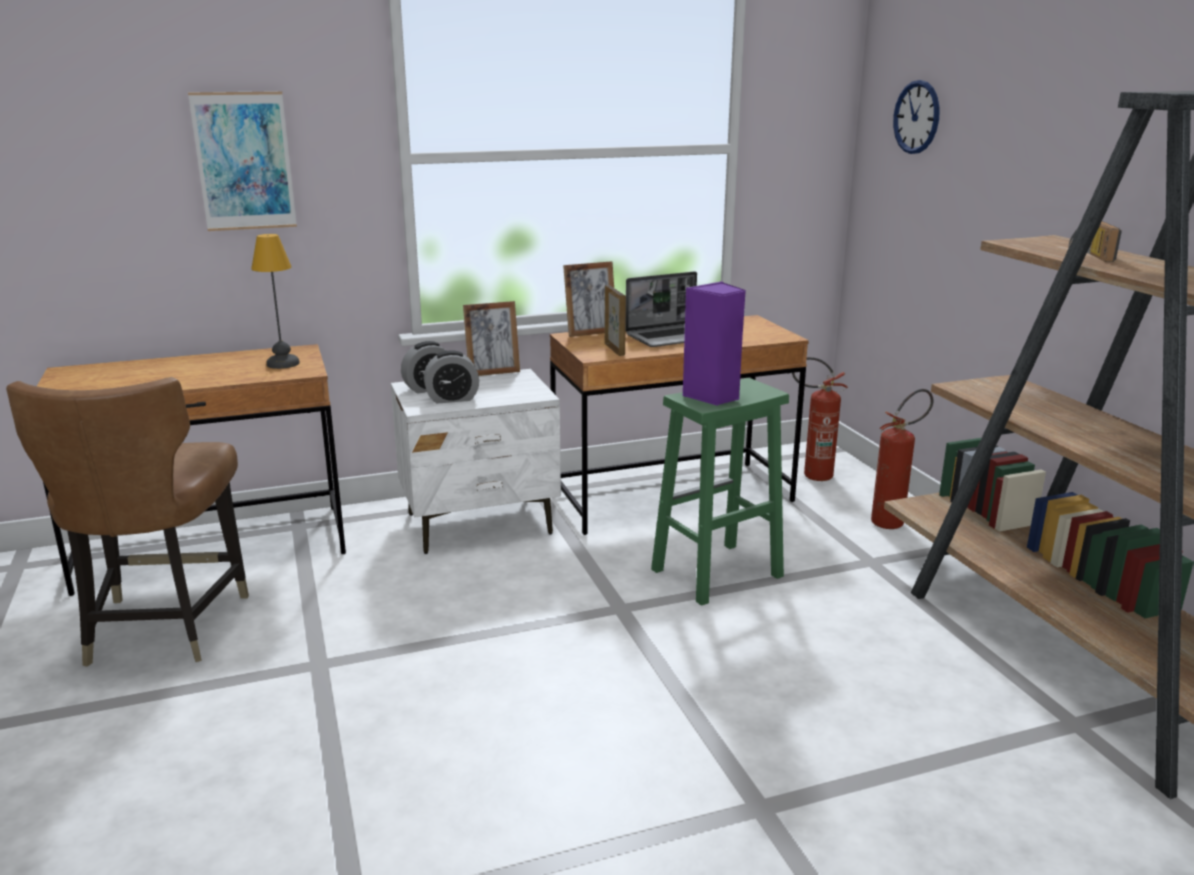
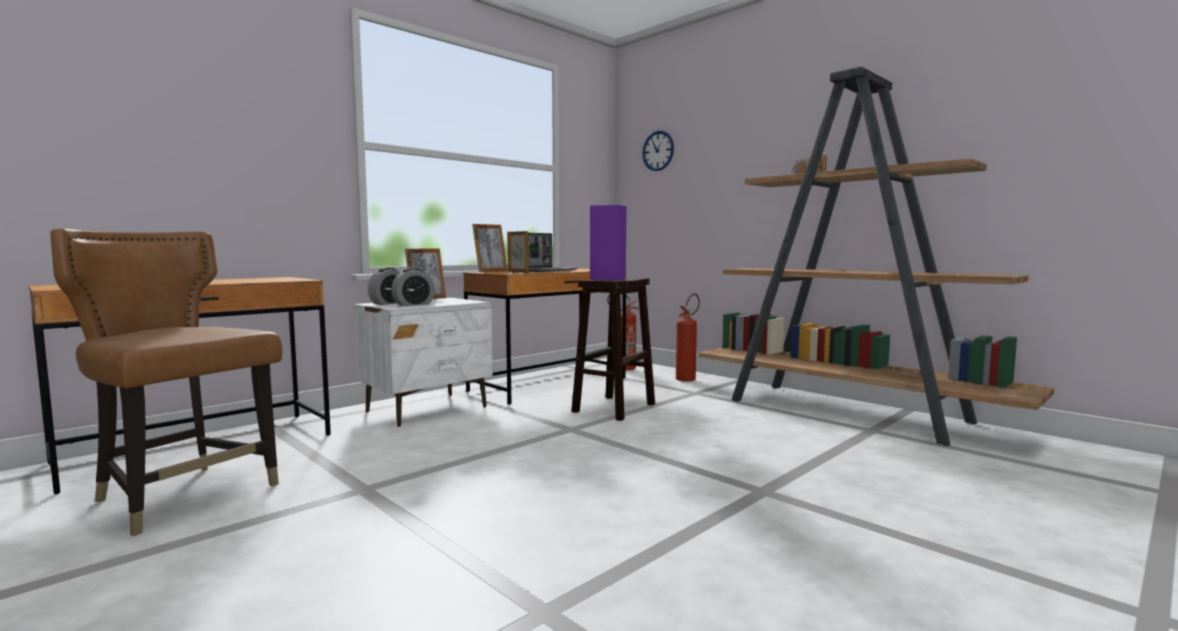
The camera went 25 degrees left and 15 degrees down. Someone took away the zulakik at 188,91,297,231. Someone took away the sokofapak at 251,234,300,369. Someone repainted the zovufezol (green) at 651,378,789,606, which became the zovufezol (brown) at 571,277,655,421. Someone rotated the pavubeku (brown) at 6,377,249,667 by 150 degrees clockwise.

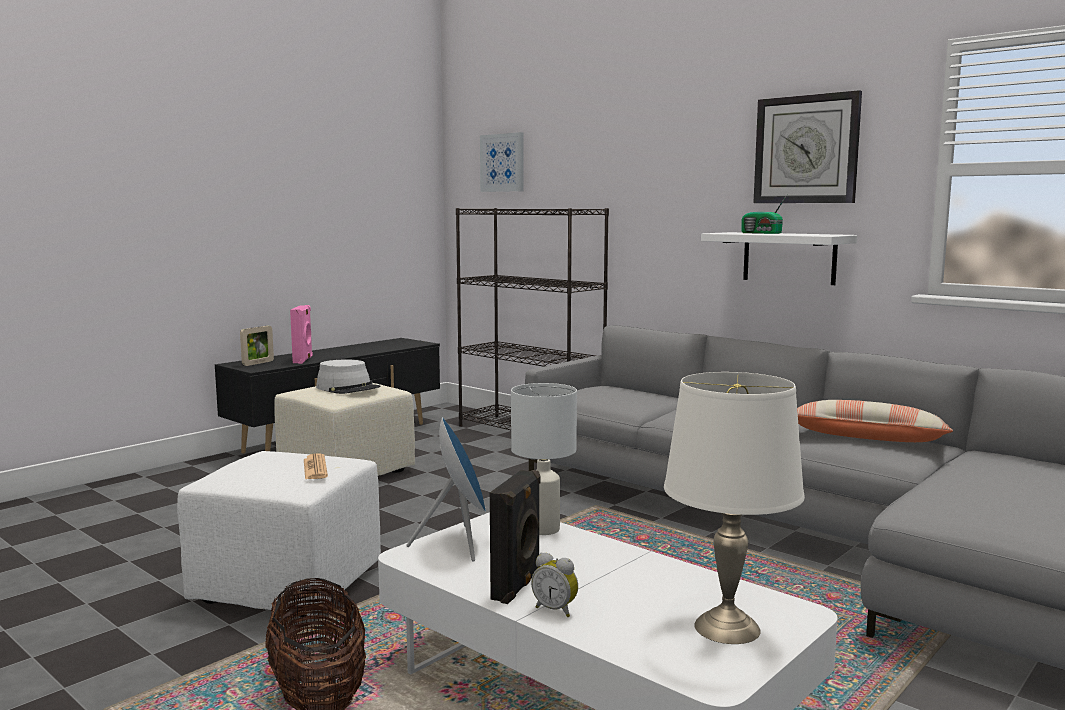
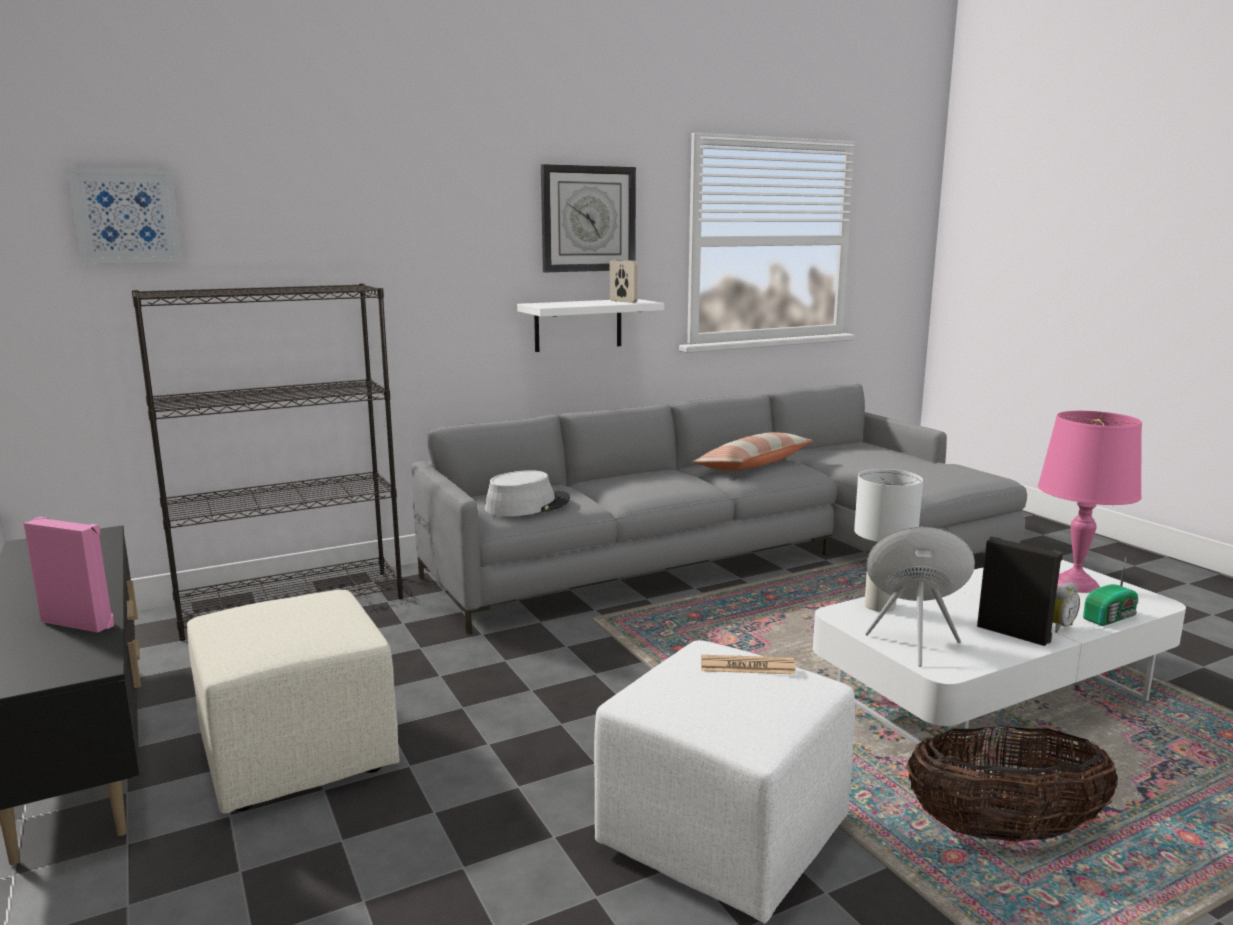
The camera went 70 degrees left and 5 degrees up. Someone carried the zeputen from 240,326,274,366 to 610,260,638,303. Someone carried the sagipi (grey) from 316,360,381,394 to 485,470,570,516. Someone carried the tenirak from 741,195,787,234 to 1083,558,1139,626. Someone repainted the sokofapak (white) at 664,372,805,644, which became the sokofapak (pink) at 1038,411,1142,593.

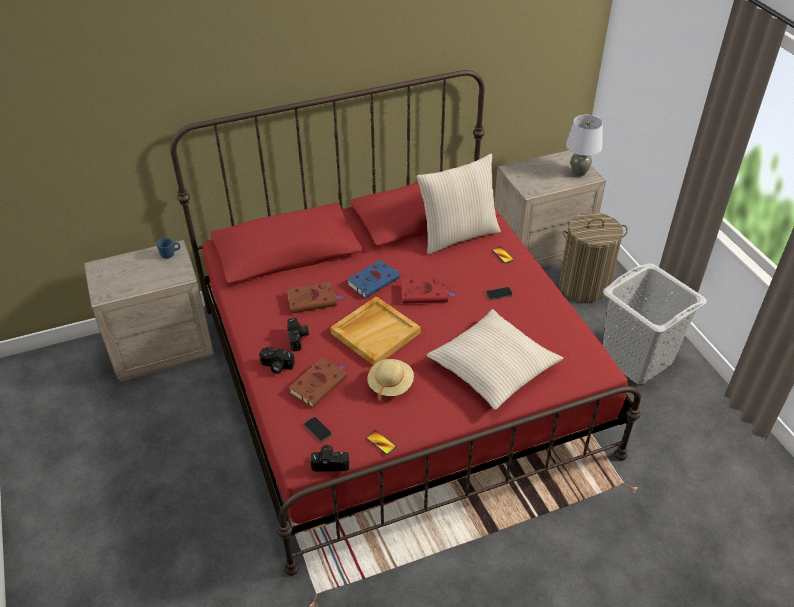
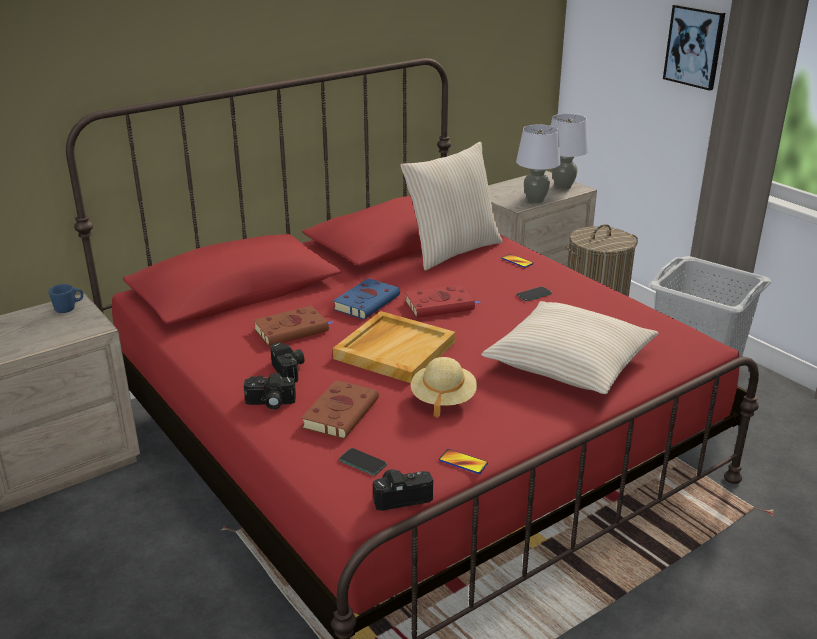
The camera went 15 degrees left and 15 degrees down. Someone put down the sokofapak (grey) at 516,124,561,203. Someone put up the zulakik at 663,4,725,91.

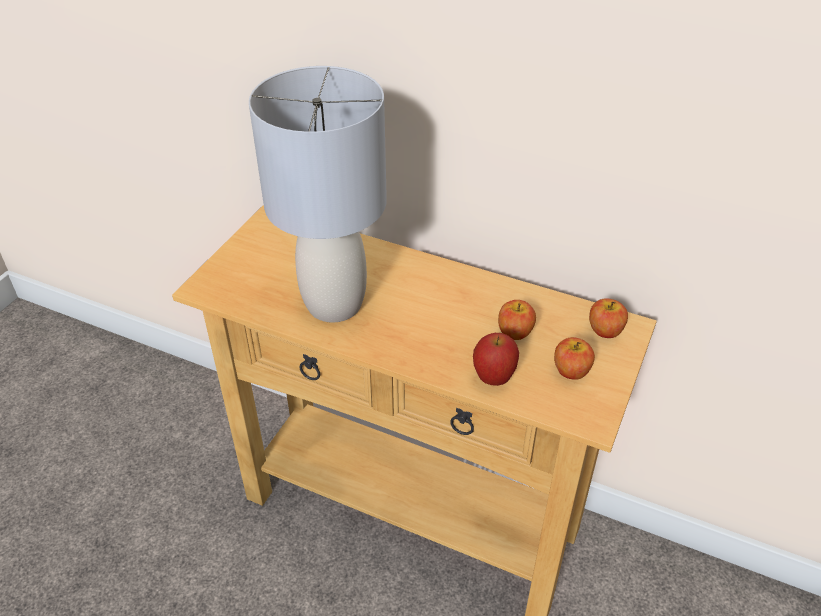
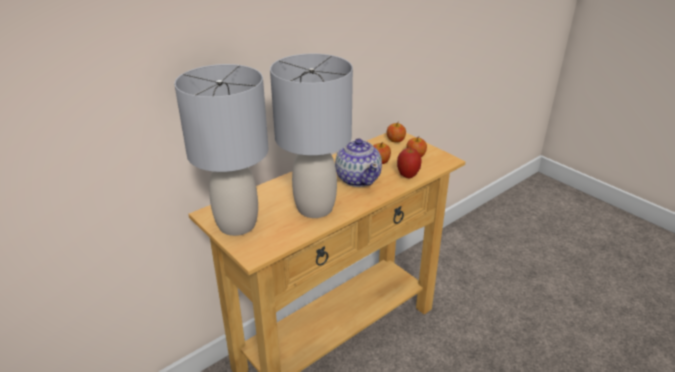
The camera went 65 degrees left and 10 degrees down. Someone put down the sokofapak (grey) at 174,64,269,236. Someone put down the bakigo at 335,138,382,187.

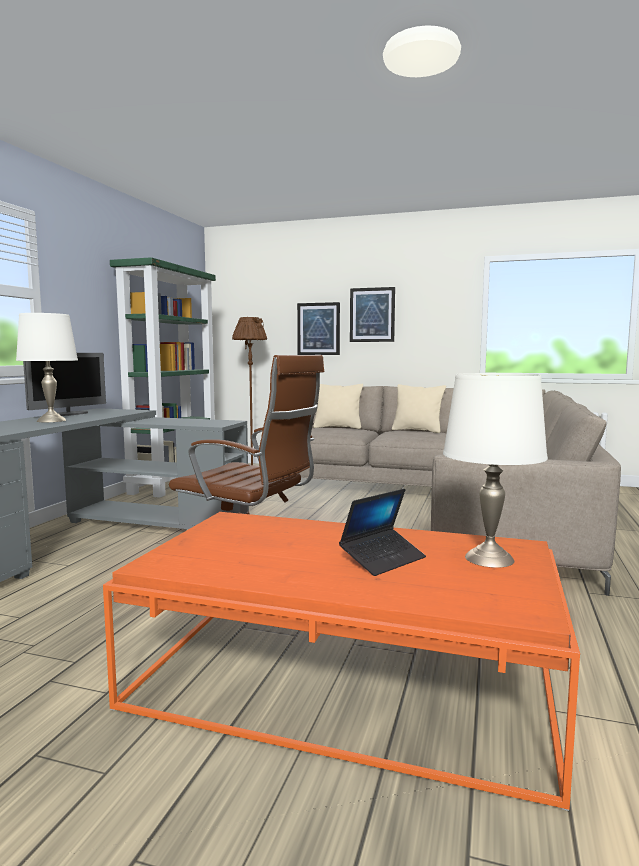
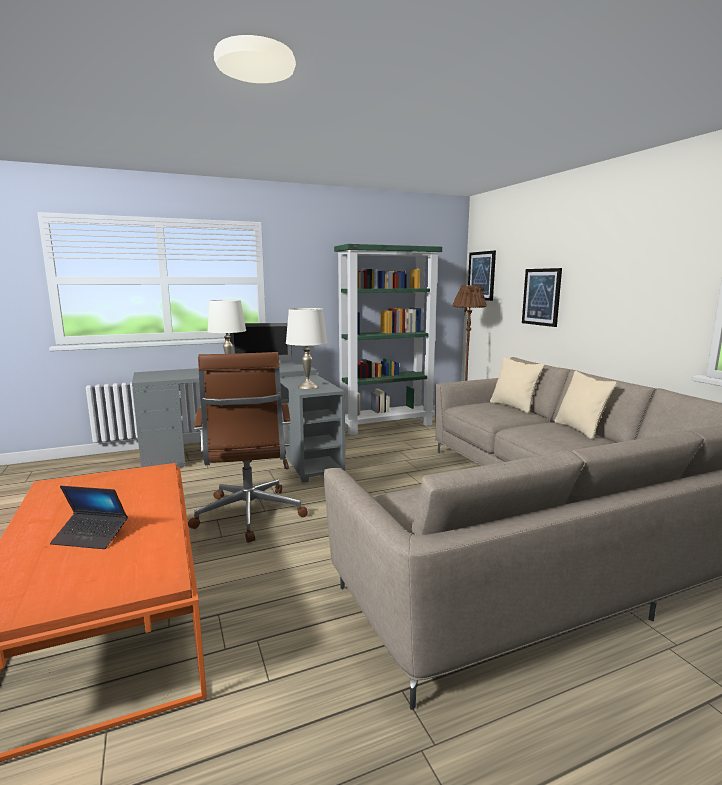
The camera went 50 degrees right and 5 degrees up. Someone carried the zulakik from 350,287,395,342 to 468,251,496,301. Someone carried the sokofapak (white) from 443,373,548,568 to 286,308,328,389.

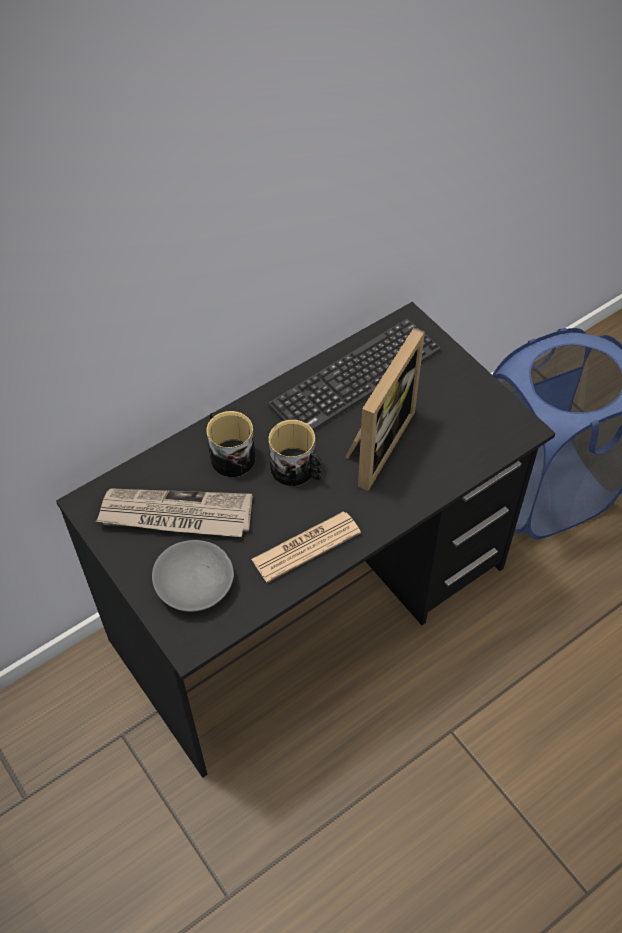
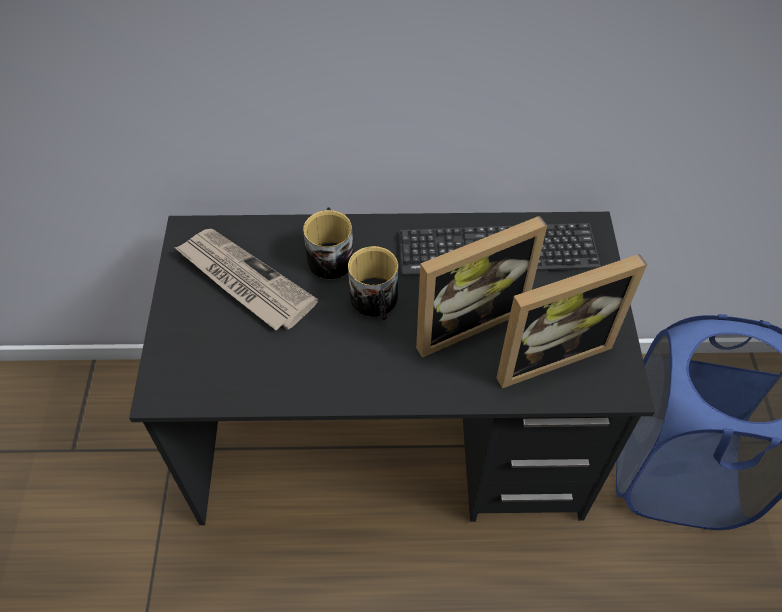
The camera went 35 degrees right and 0 degrees up. Someone took away the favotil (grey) at 152,540,234,612. Someone took away the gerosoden at 251,511,361,583. Someone put down the zeputen at 497,254,647,388.

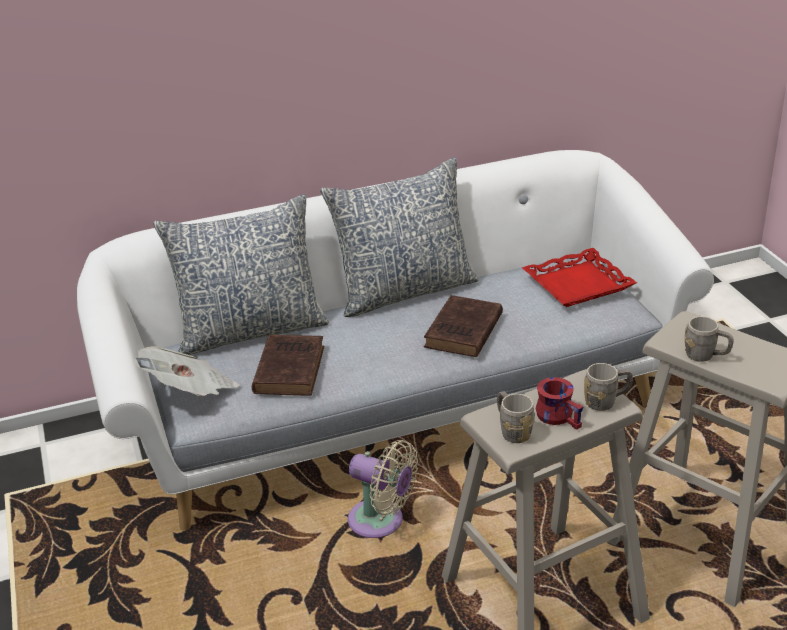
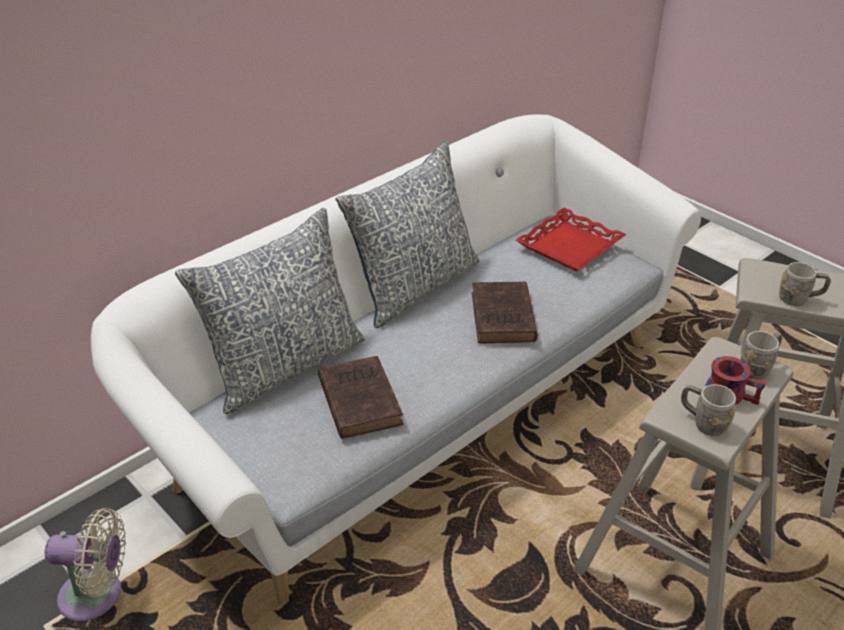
The camera went 25 degrees left and 5 degrees up. Someone took away the gerosoden at 135,346,239,396. Someone carried the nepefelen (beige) from 348,440,418,538 to 45,508,126,621.

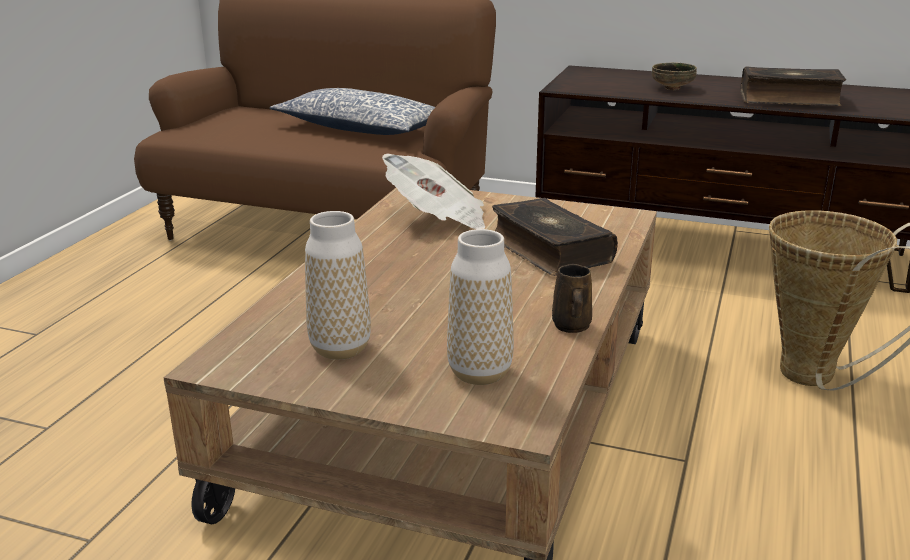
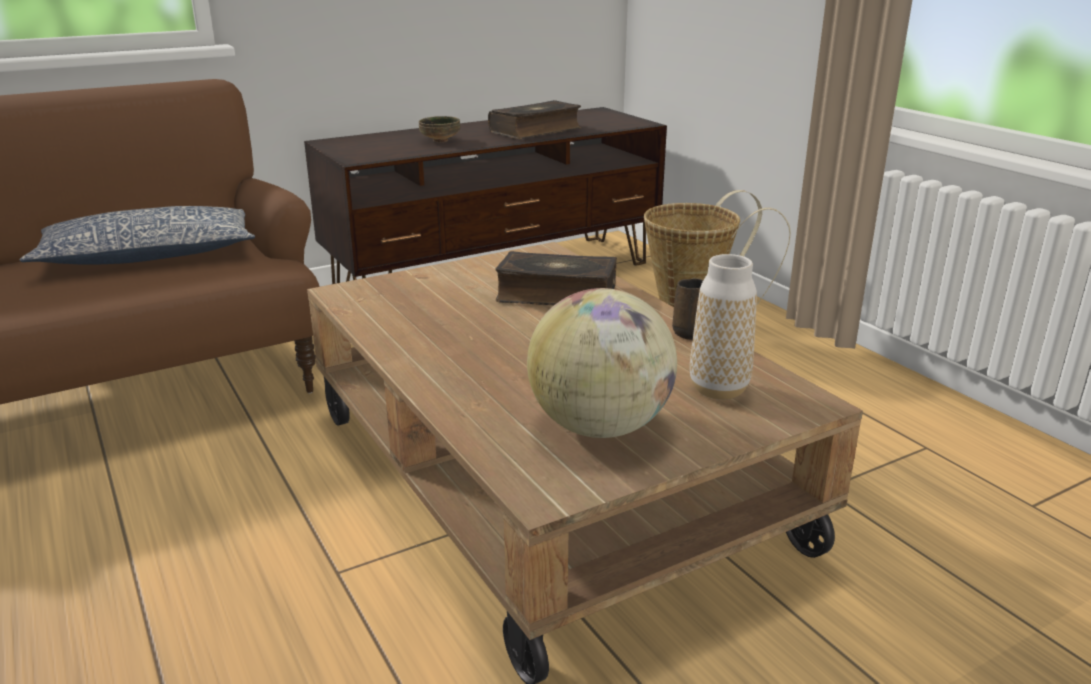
The camera went 50 degrees left and 0 degrees up. Someone took away the gerosoden at 382,154,485,229. Someone swapped the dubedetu at 305,211,371,360 for the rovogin at 527,288,677,438.

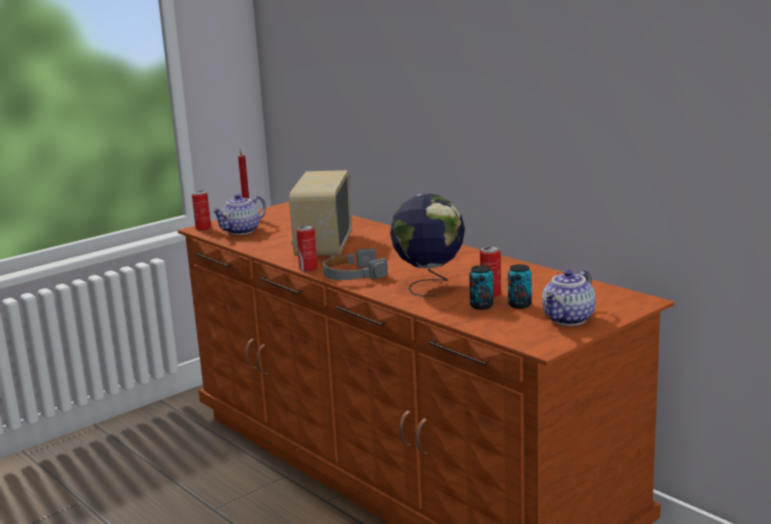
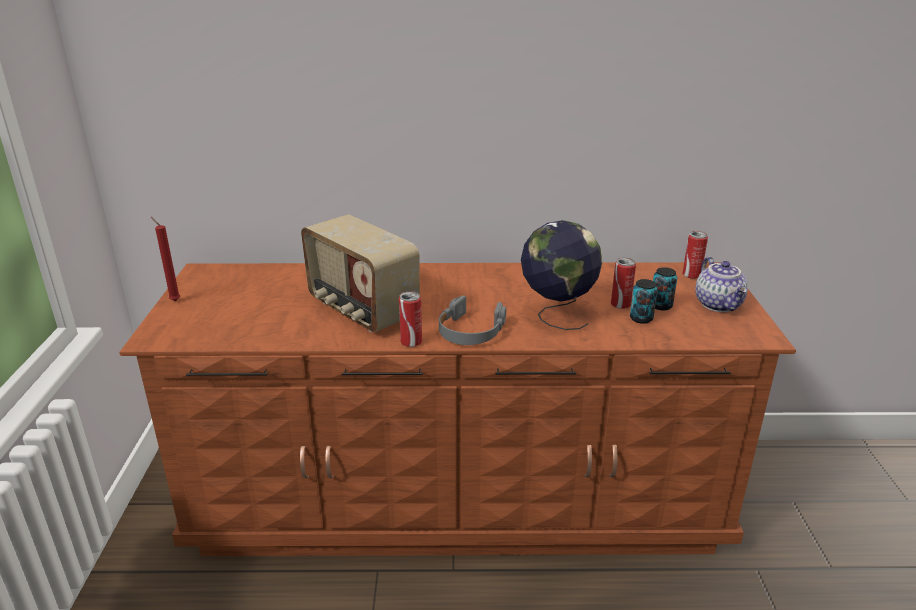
The camera went 50 degrees left and 10 degrees up. Someone took away the bakigo at 212,194,266,235. Someone carried the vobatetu from 192,191,211,231 to 682,231,708,279.

